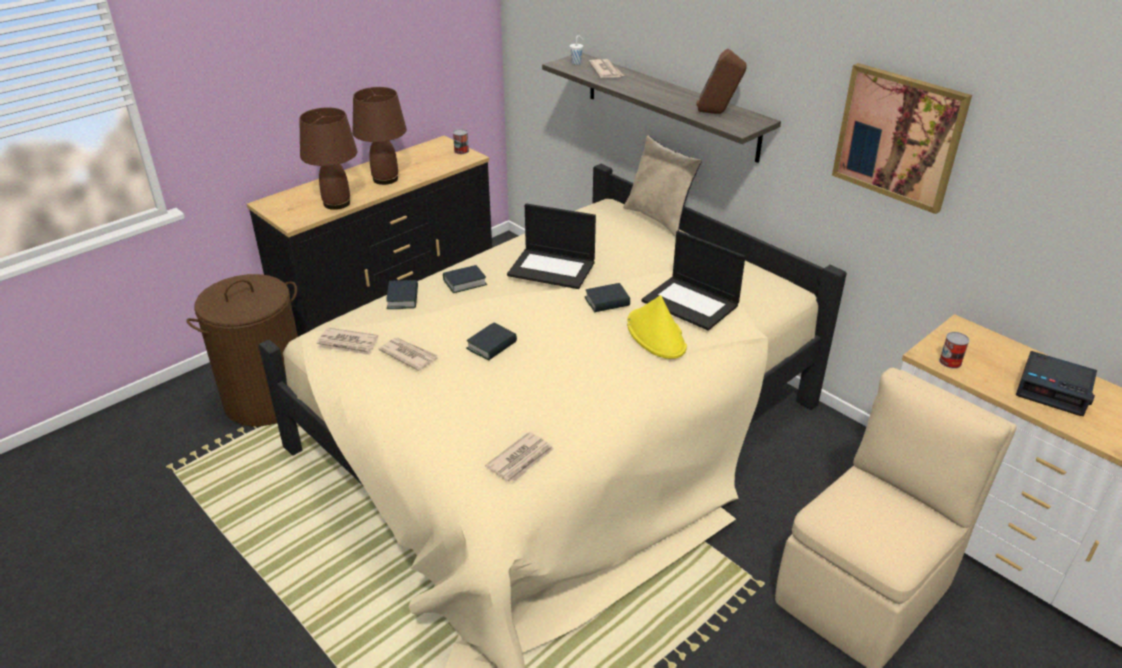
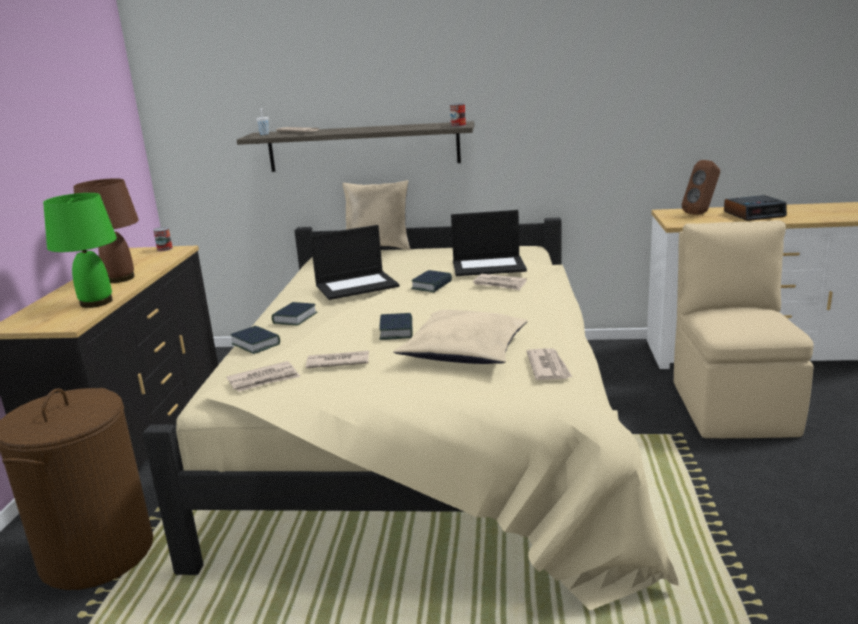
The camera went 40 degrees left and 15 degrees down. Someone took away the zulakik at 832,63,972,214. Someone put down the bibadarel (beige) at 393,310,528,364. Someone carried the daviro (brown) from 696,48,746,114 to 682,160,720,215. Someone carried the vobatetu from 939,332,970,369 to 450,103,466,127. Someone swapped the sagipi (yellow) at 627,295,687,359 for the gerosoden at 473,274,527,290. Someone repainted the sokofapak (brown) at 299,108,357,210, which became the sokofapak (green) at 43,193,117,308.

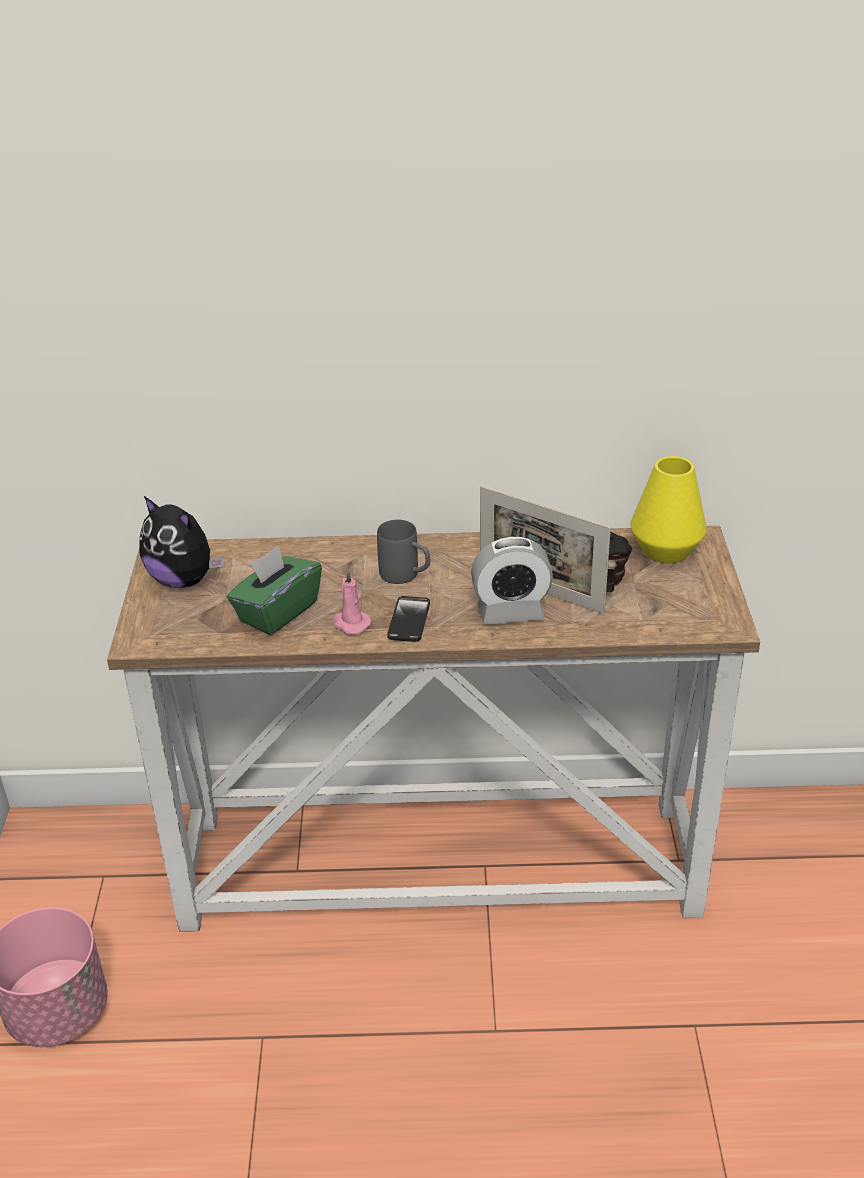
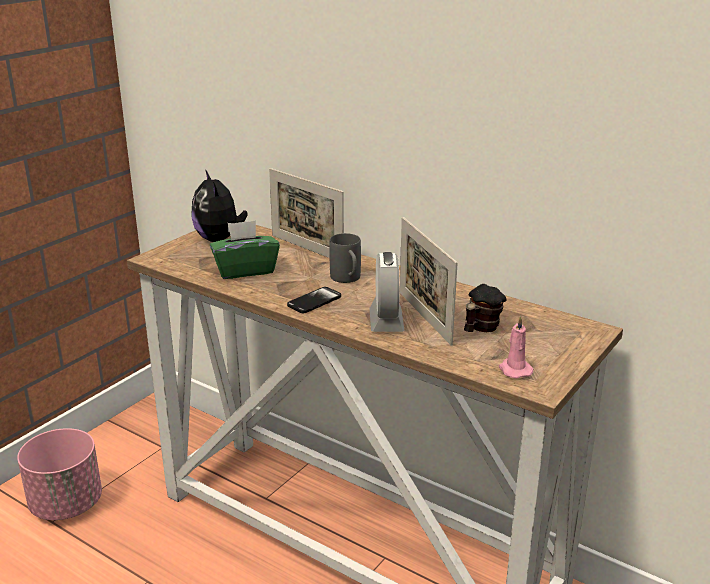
The camera went 35 degrees right and 10 degrees down. Someone took away the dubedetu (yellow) at 630,456,707,563. Someone put down the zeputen at 269,168,344,258. Someone carried the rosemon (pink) from 333,570,371,634 to 499,316,533,379. Someone rotated the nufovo at 471,537,553,625 by 120 degrees counterclockwise.

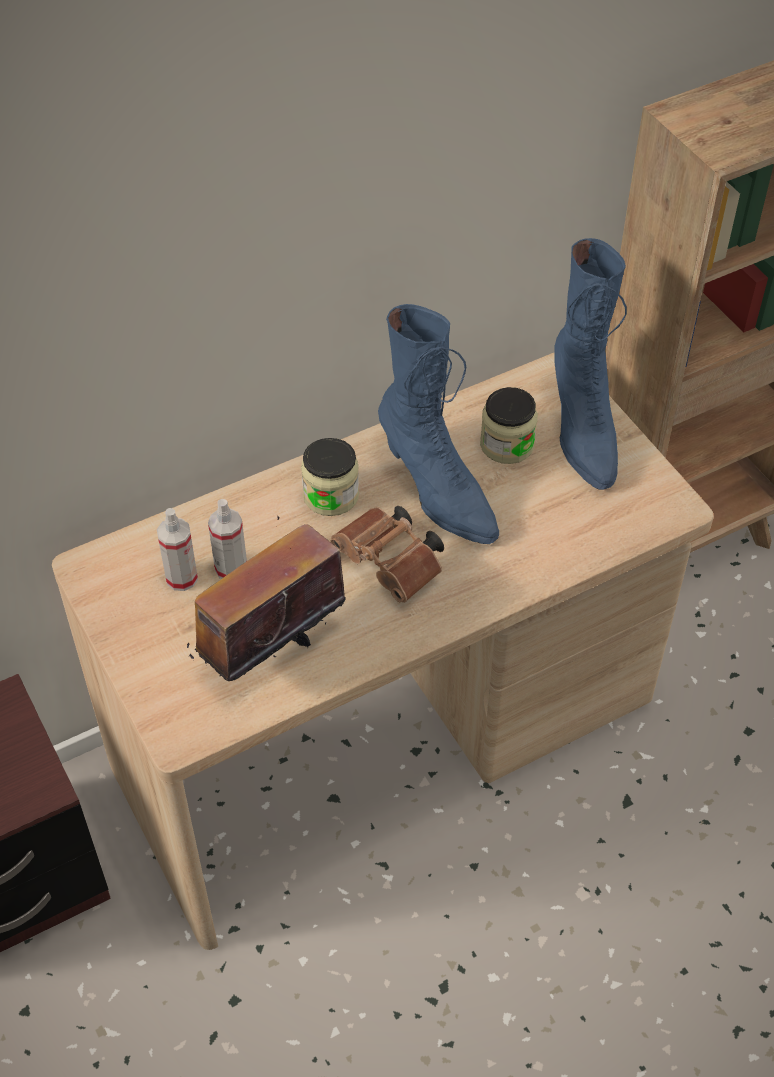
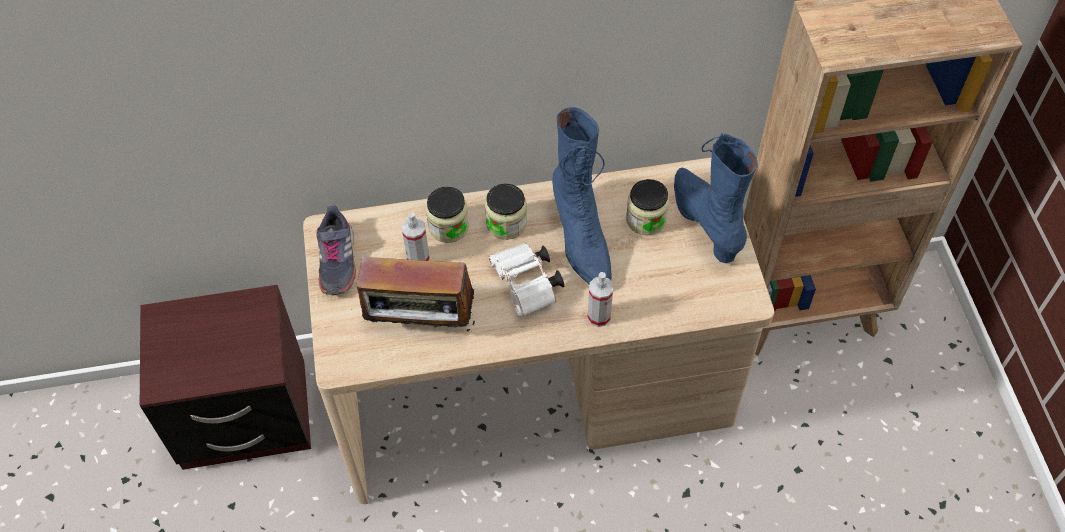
The camera went 20 degrees right and 5 degrees up. Someone put down the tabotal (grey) at 316,206,356,295. Someone put down the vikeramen at 426,187,469,243. Someone carried the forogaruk from 157,508,198,591 to 587,272,613,327. Someone repainted the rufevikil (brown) at 330,506,444,603, which became the rufevikil (white) at 489,243,564,317. Someone rotated the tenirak at 187,516,358,681 by 150 degrees counterclockwise. Someone rotated the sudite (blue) at 554,238,627,490 by 150 degrees clockwise.

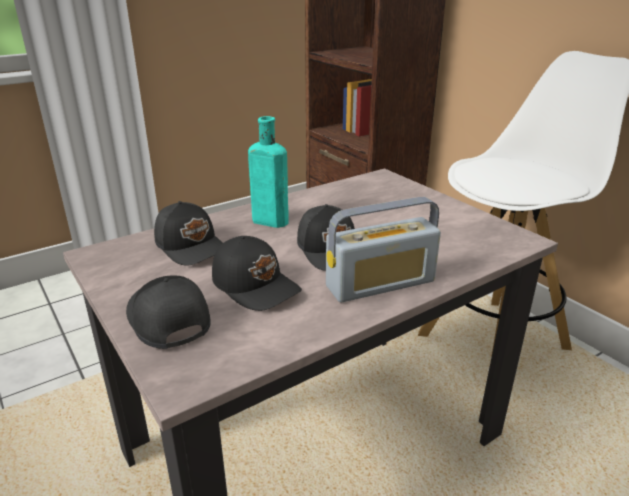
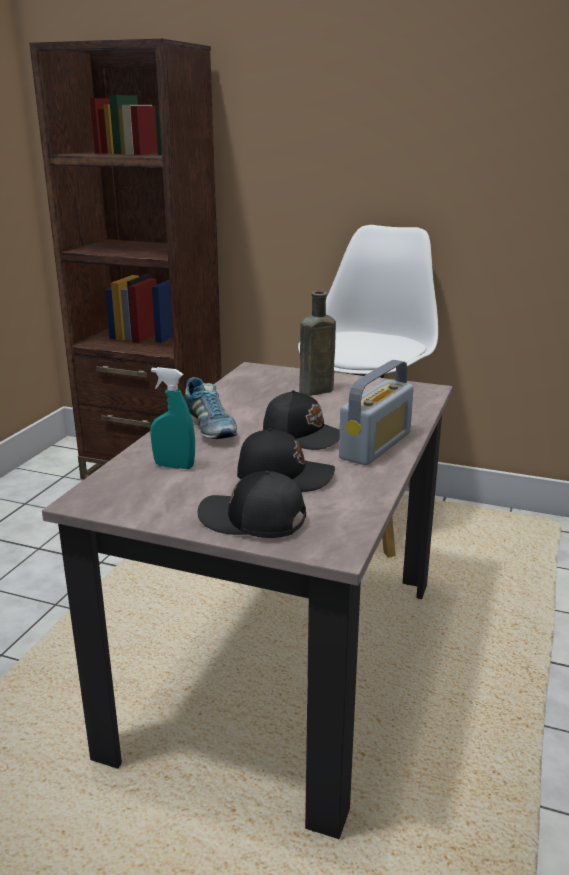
The camera went 35 degrees left and 5 degrees down. Someone put down the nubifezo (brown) at 299,291,336,396. Someone swapped the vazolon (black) at 154,201,223,266 for the forogaruk (turquoise) at 150,367,195,469. Someone swapped the nubifezo (turquoise) at 248,116,289,228 for the tabotal at 185,377,237,439.

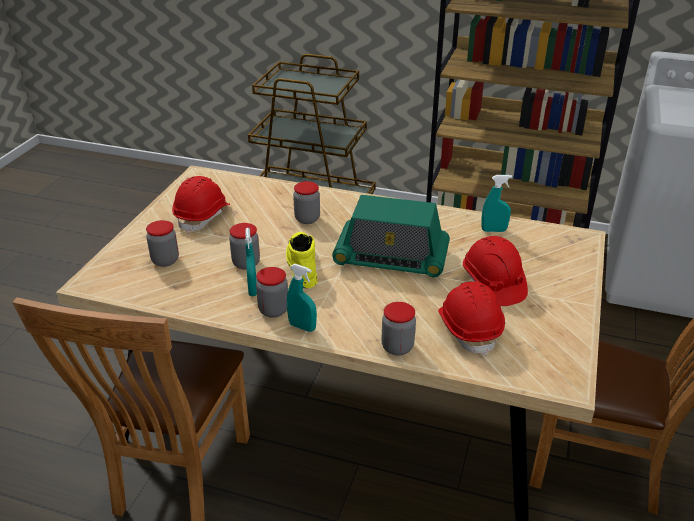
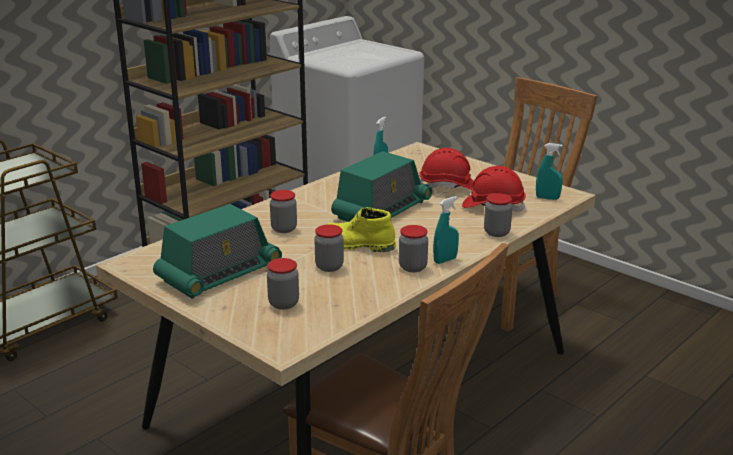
The camera went 65 degrees left and 10 degrees down. Someone carried the forogaruk (turquoise) from 245,228,257,296 to 536,143,563,200. Someone swapped the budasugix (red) at 172,176,230,233 for the tenirak at 153,204,282,299.

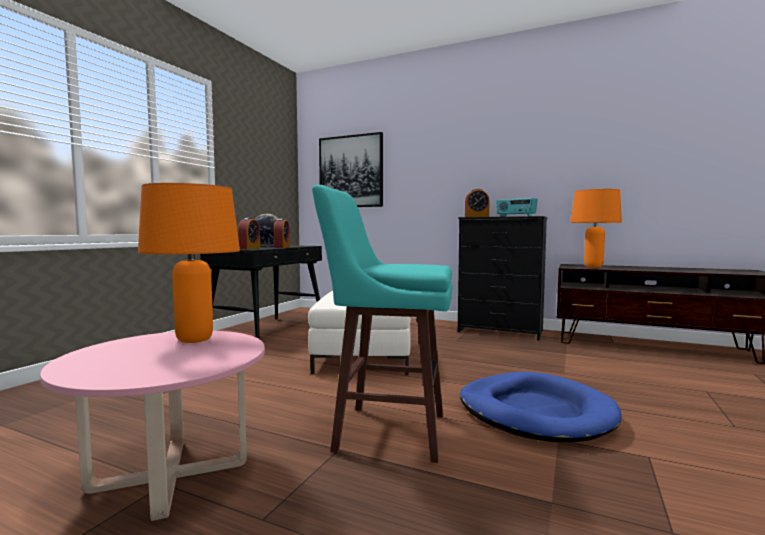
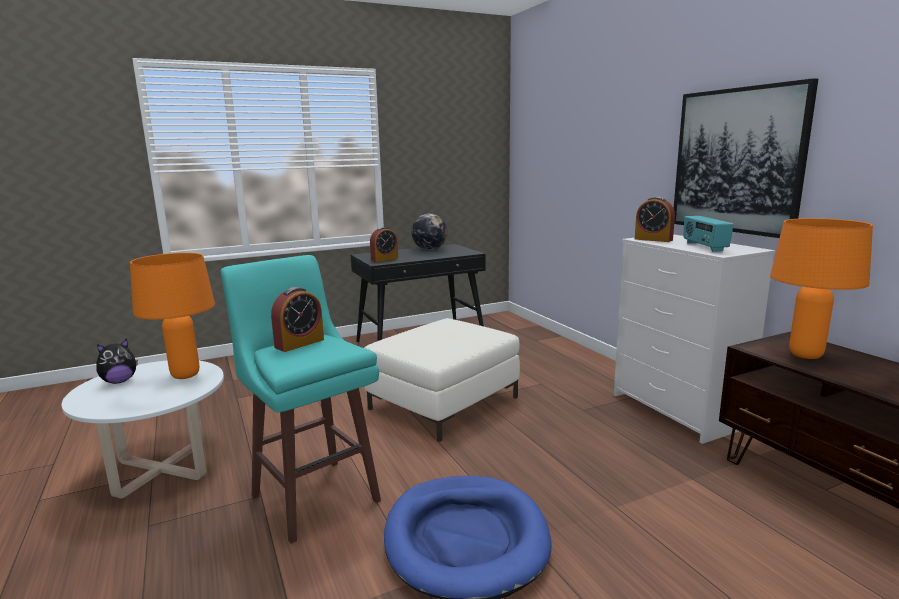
The camera went 40 degrees right and 10 degrees up. Someone put down the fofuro at 96,339,138,384. Someone carried the nufovo from 274,218,290,248 to 271,287,324,352. Someone carried the zulakik from 319,132,383,207 to 674,78,818,238. Someone repainted the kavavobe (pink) at 40,331,265,521, which became the kavavobe (white) at 62,360,224,499. Someone repainted the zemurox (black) at 458,216,548,340, which became the zemurox (white) at 614,234,775,444.

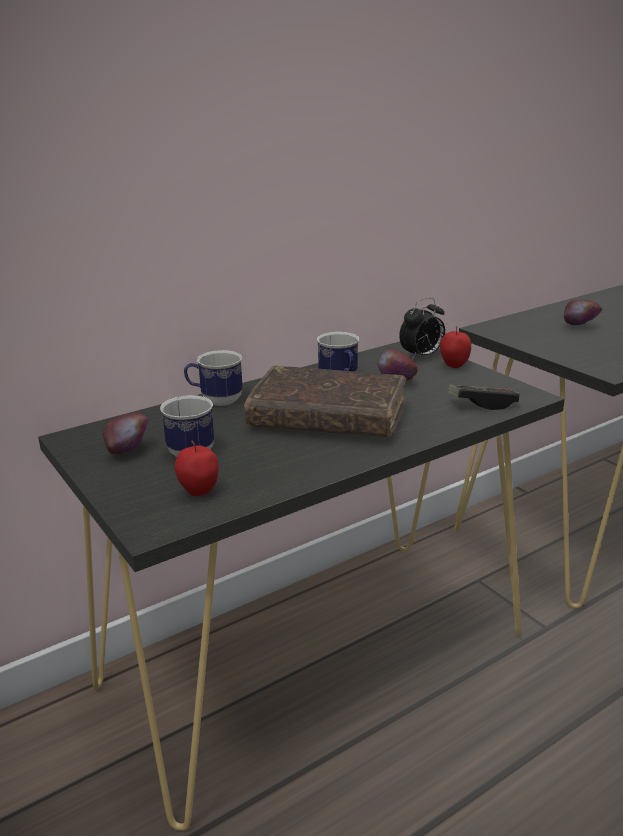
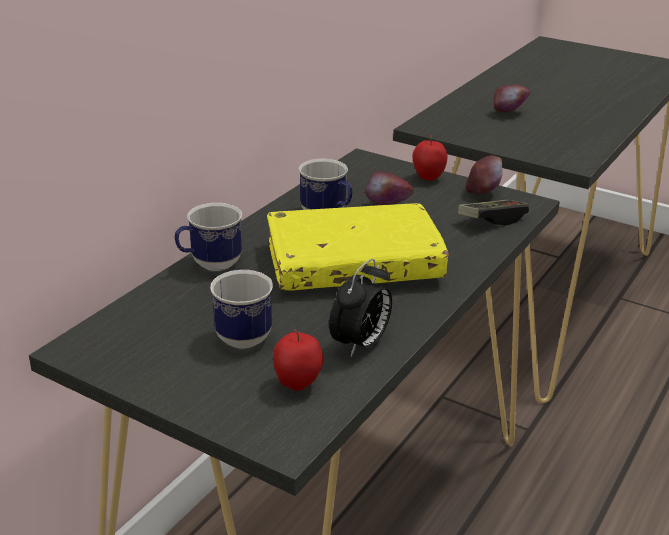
The camera went 25 degrees left and 5 degrees up. Someone carried the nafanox from 103,413,148,454 to 465,155,503,194. Someone carried the nufovo from 399,298,445,360 to 329,259,392,357. Someone repainted the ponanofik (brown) at 244,366,406,437, which became the ponanofik (yellow) at 267,203,449,291.

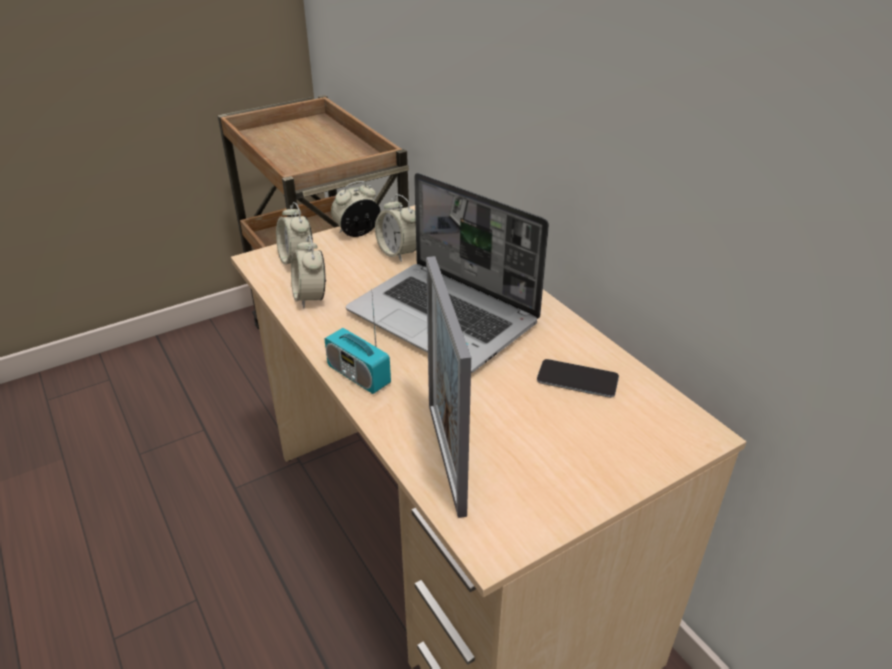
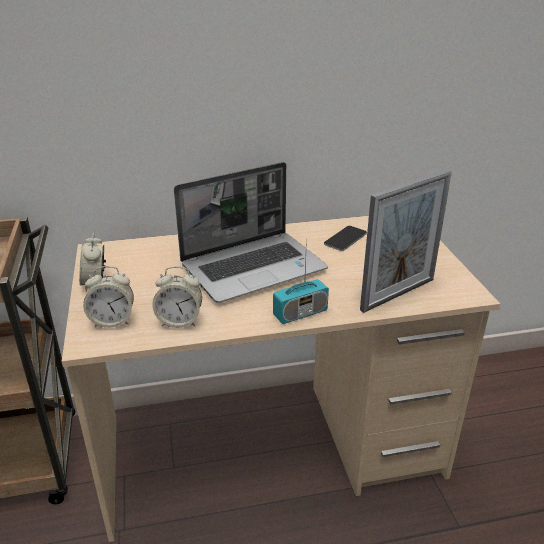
The camera went 70 degrees left and 5 degrees down. Someone took away the nufovo at 375,194,416,262. Someone rotated the zeputen at 426,256,471,518 by 45 degrees counterclockwise.

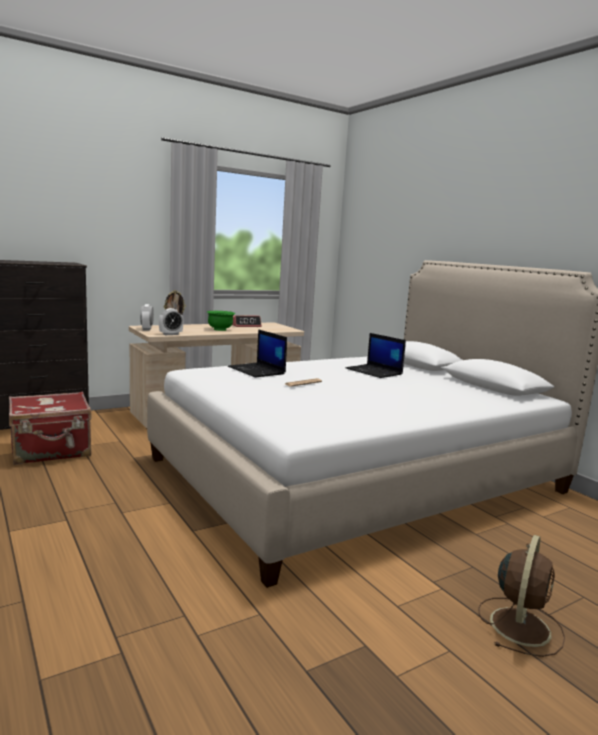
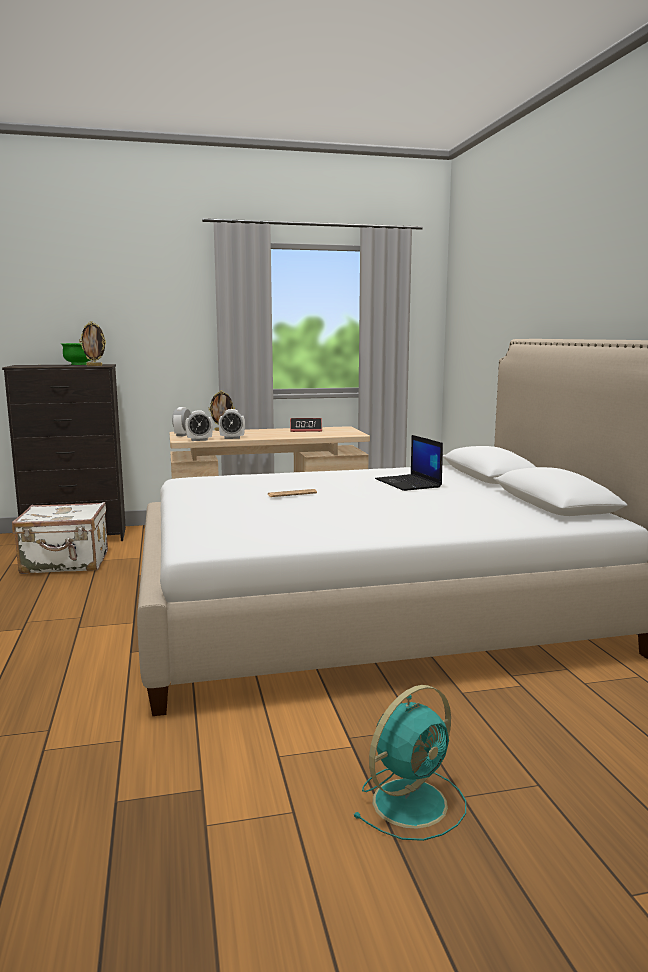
The camera went 20 degrees right and 0 degrees up. Someone took away the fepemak at 228,329,287,378. Someone put down the zeputen at 79,321,106,366. Someone put down the nufovo at 218,409,245,439. Someone carried the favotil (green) from 207,311,235,331 to 61,343,91,365. Someone repainted the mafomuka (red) at 9,392,92,465, which became the mafomuka (white) at 12,502,108,574. Someone repainted the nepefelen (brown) at 478,535,565,657, which became the nepefelen (turquoise) at 353,685,466,841.

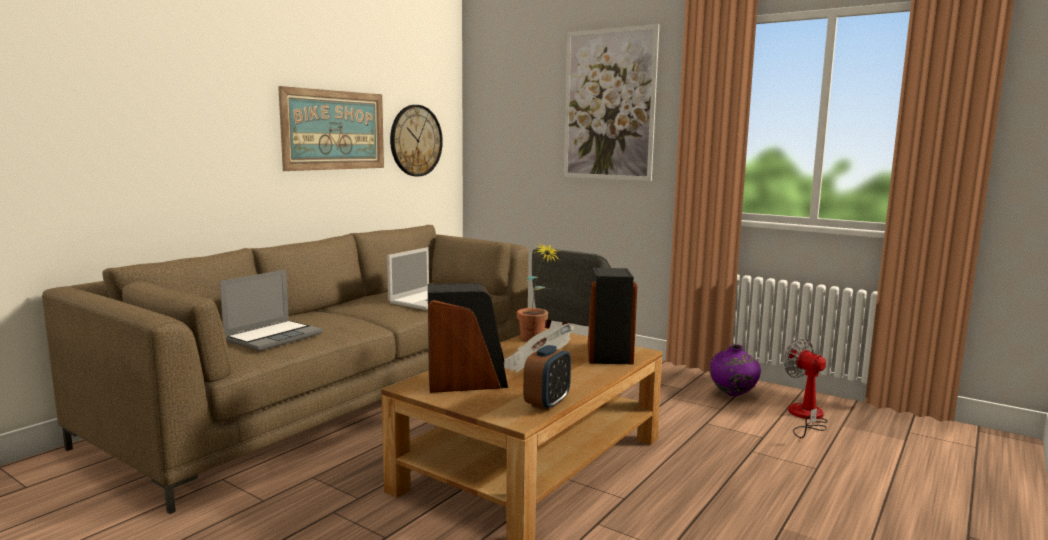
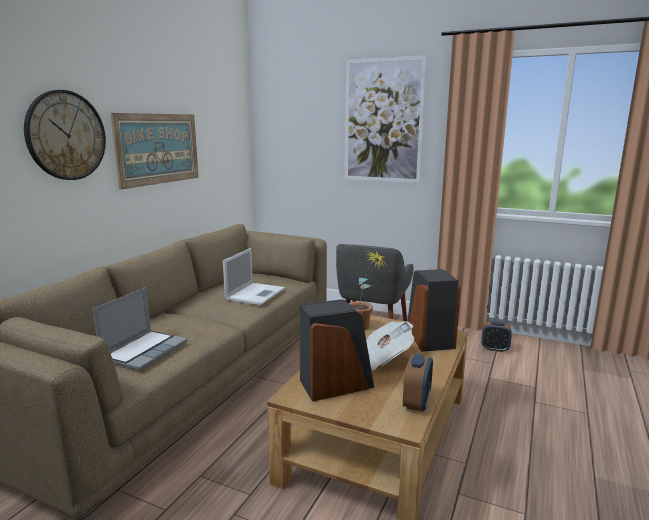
The camera went 10 degrees left and 5 degrees up. Someone took away the nepefelen at 783,338,828,438. Someone carried the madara from 390,105,443,177 to 24,90,106,180. Someone swapped the dubedetu (purple) at 709,344,761,396 for the nufovo at 482,321,512,352.

